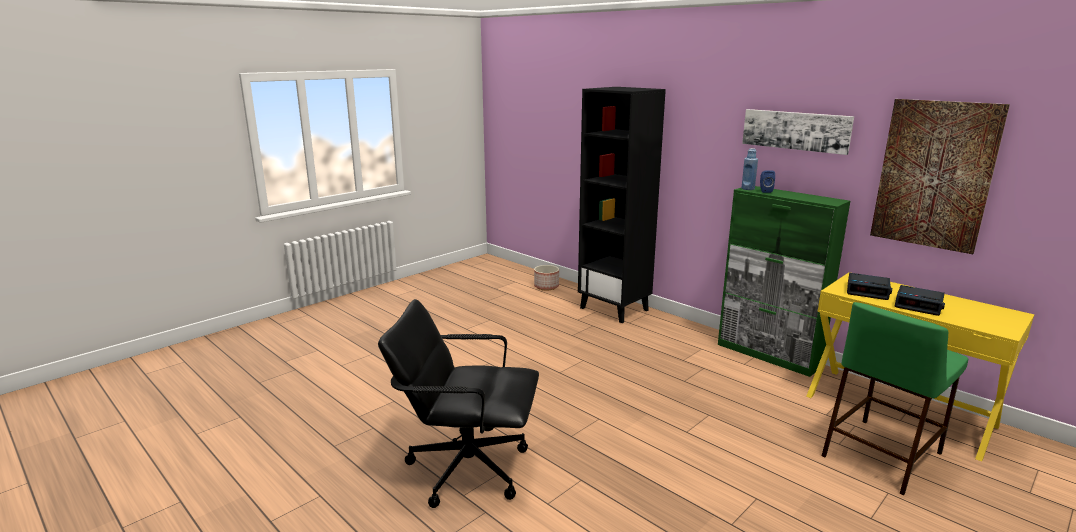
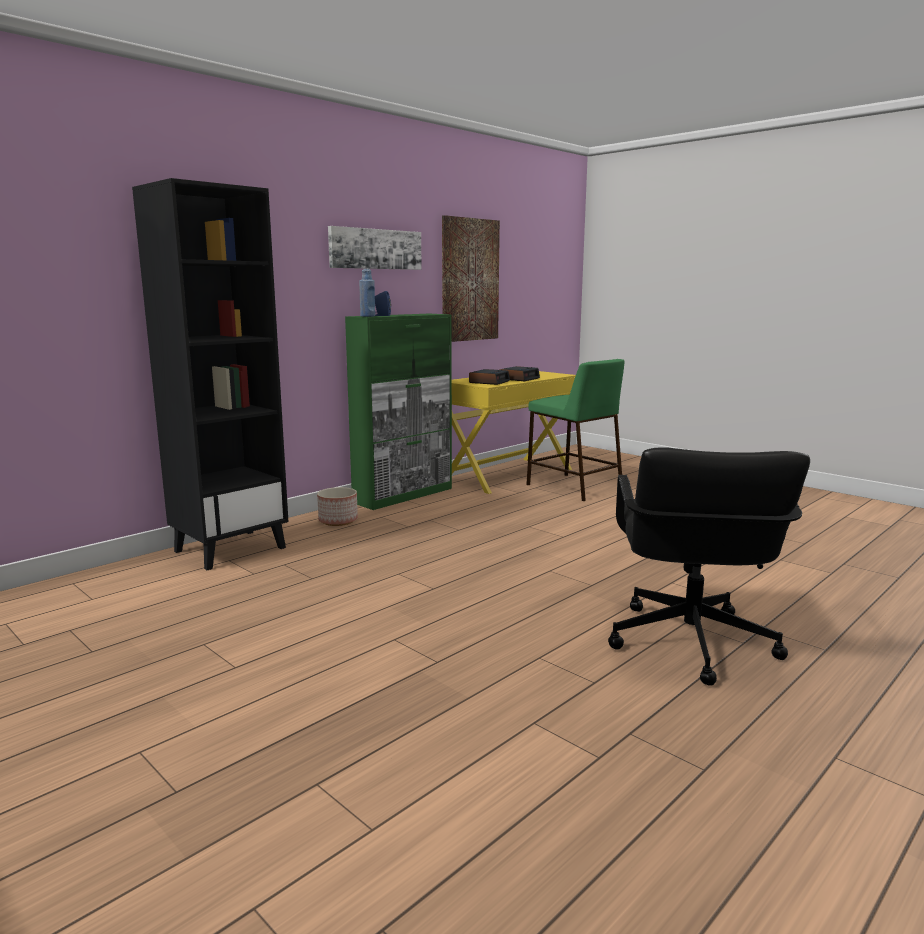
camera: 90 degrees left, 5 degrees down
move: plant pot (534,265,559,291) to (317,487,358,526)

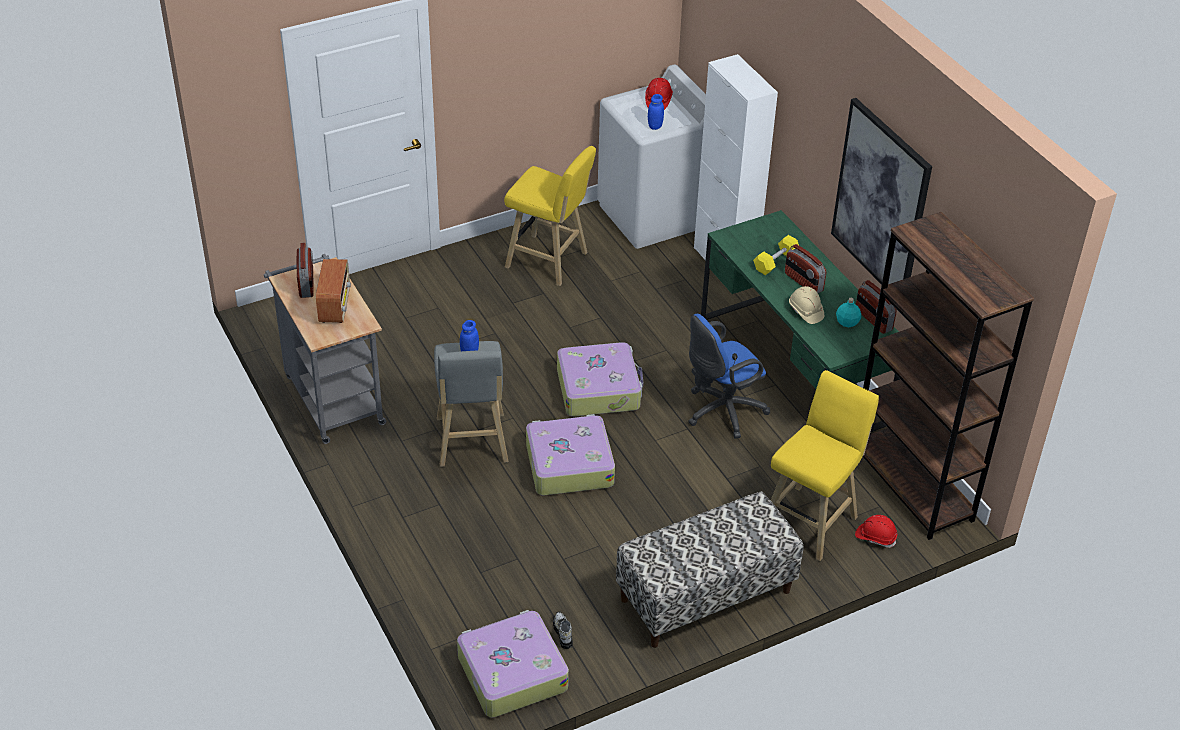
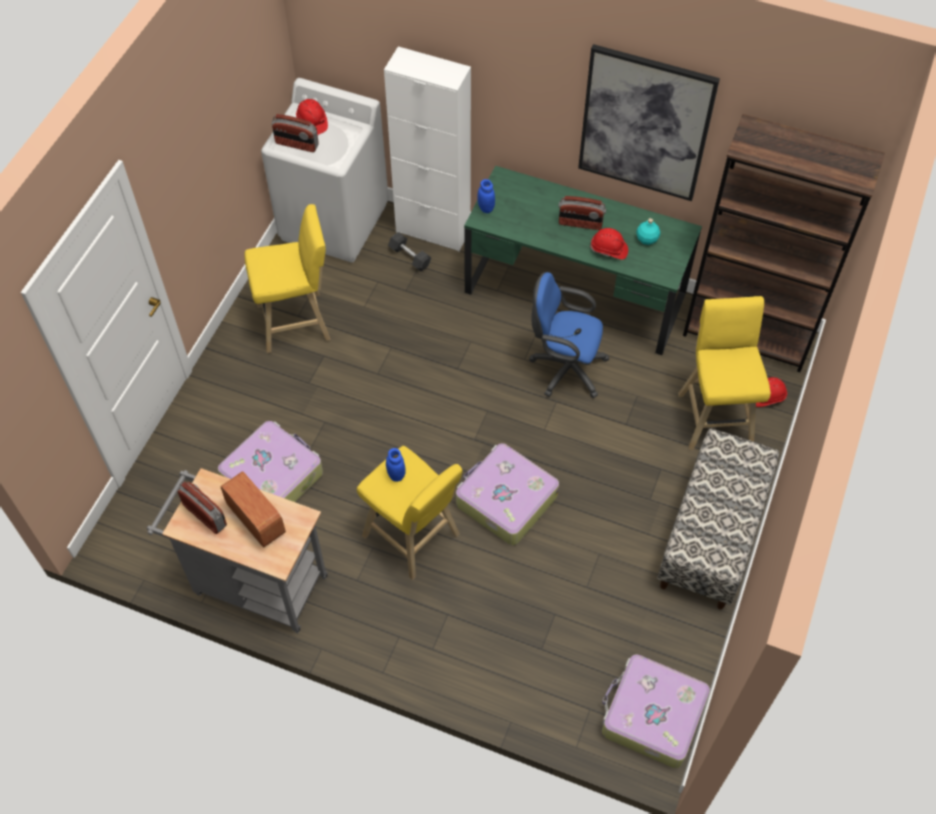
camera: 40 degrees left, 15 degrees up
delete: low shoe (553,612,573,649); free weight/yellow (753,235,799,275)
insert: free weight/greyish (388,232,431,271)
move: piece of luggage (557,342,643,416) to (218,421,323,502); preserve jar/blue (648,94,664,130) to (477,179,495,213); radio (856,280,897,334) to (272,114,319,152)
recolor: stool seat/greyish (434,341,508,467) to stool seat/yellow (357,446,463,580); work helmet/beige-coloured (789,286,824,324) to work helmet/red-coloured (590,228,628,260)
rotate: computer chair/blue (688,314,770,439) = (529,272,609,398) 90 degrees clockwise

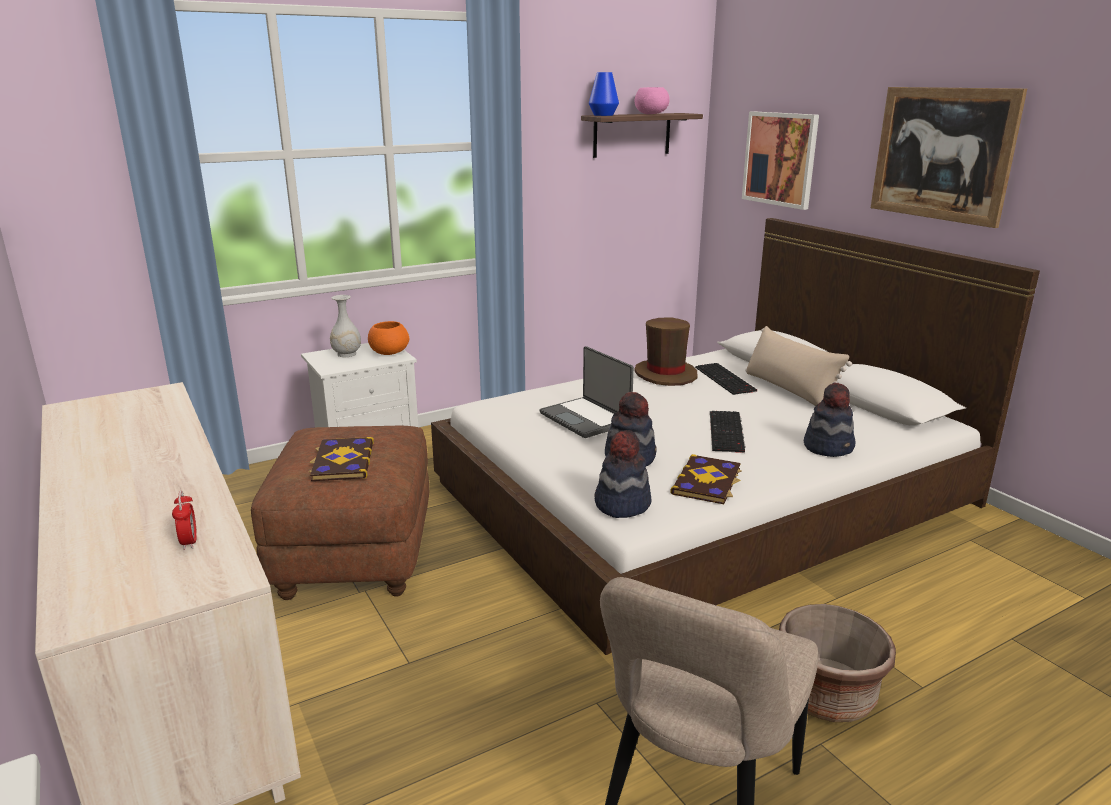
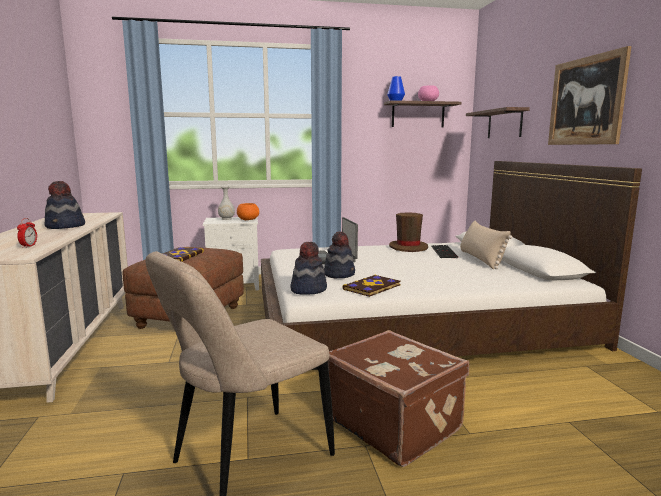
camera: 20 degrees right, 10 degrees down
delete: computer keyboard (710,411,746,453)
move: wearable hat (804,383,856,457) to (45,181,85,229)
replace: picture (742,111,819,210) to shelf (466,107,530,138); plant pot/brownish (779,604,896,722) to piece of luggage/brownish (328,330,469,467)

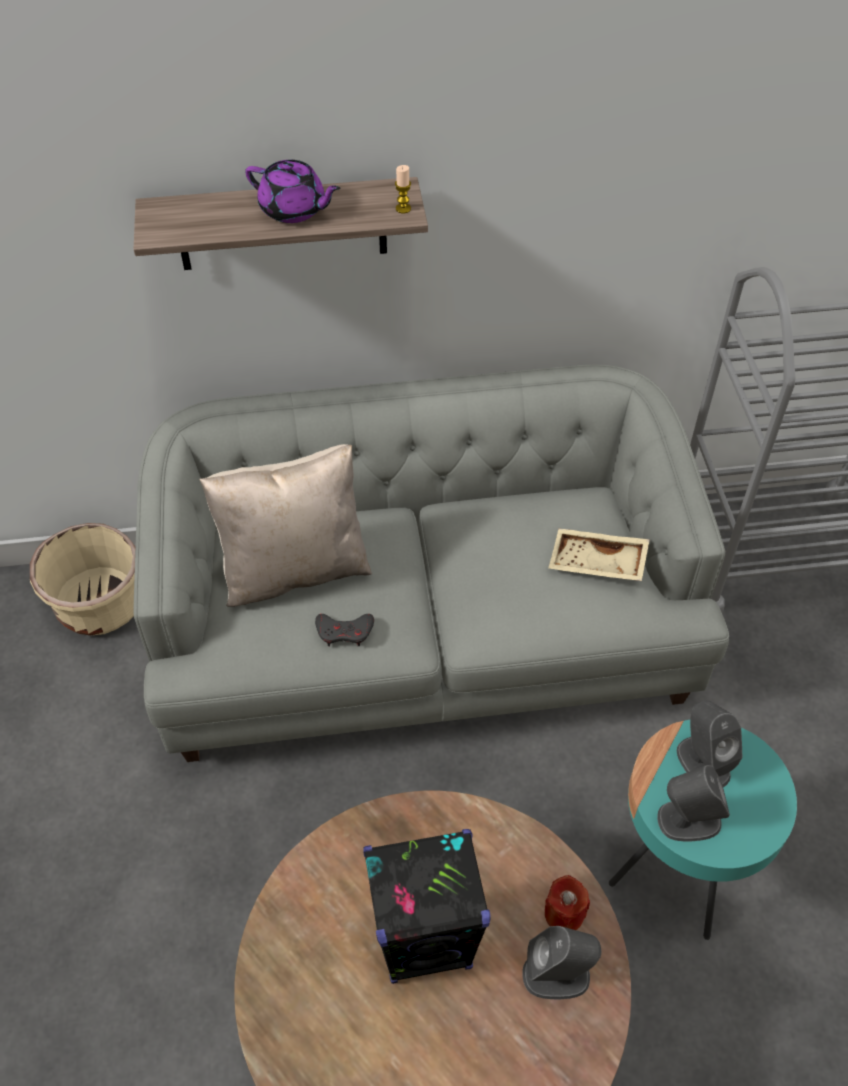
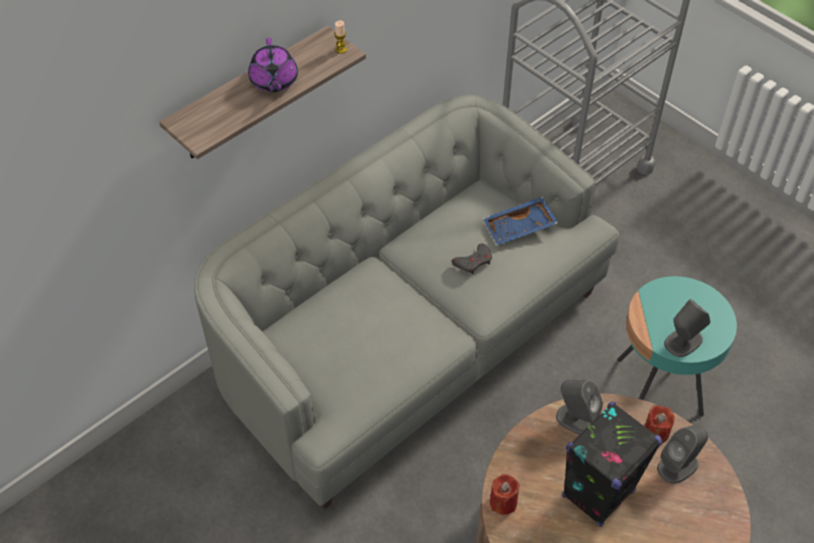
camera: 35 degrees left, 0 degrees up
delete: plant pot/beige-coloured (30,523,136,636); cushion/beige-coloured (200,444,372,607)
insert: wax candle/red-coloured (490,474,520,515)
move: joypad/greyish (315,614,374,646) to (452,243,492,274); audio speaker/greyish (677,700,742,787) to (556,380,603,435)
recolor: tray/beige-coloured (548,529,650,581) to tray/blue (483,196,558,245)
rotate: teapot/purplish (245,160,340,223) = (248,38,298,92) 90 degrees clockwise

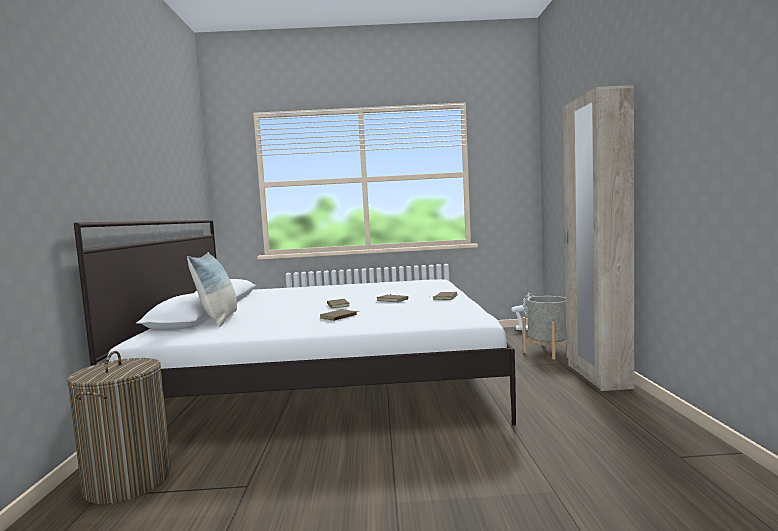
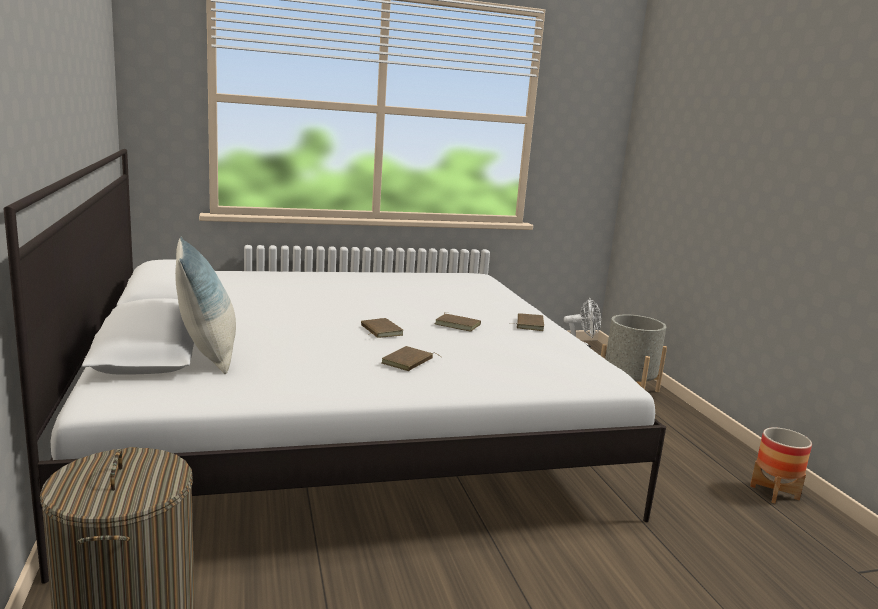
camera: 15 degrees left, 10 degrees up
delete: wardrobe/beige-coloured (563,85,634,391)
insert: plant pot (750,427,812,503)

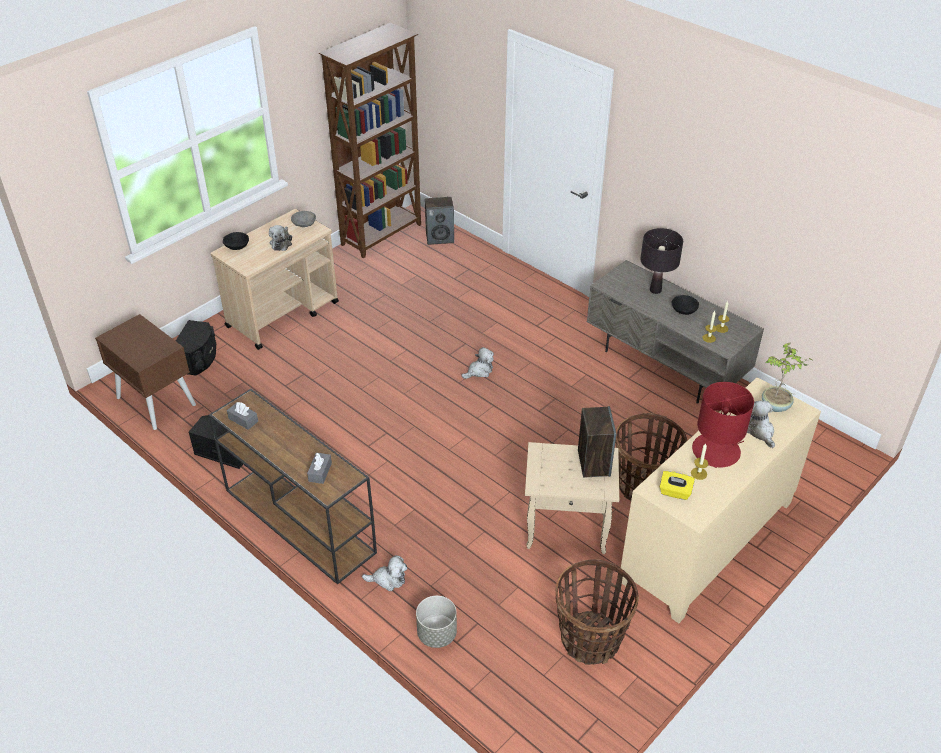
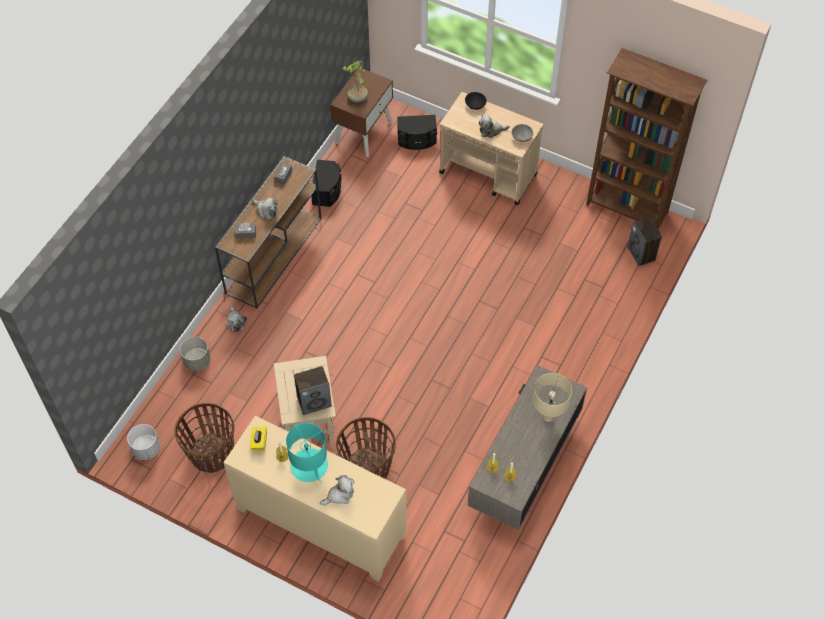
camera: 75 degrees right, 15 degrees up
delete: deep dish/blackish (672,295,699,315)
insert: plant pot/white (127,424,160,460)
move: soft toy (461,347,494,379) to (252,197,279,219); plant in a pot (762,343,812,412) to (342,60,368,102)
recolor: table lamp/blackish (640,228,683,294) to table lamp/beige-coloured (533,373,572,422); table lamp/red-coloured (692,382,754,468) to table lamp/turquoise-coloured (286,423,328,483)

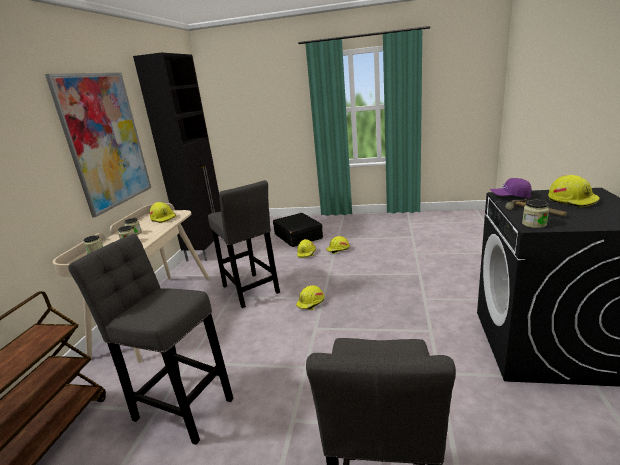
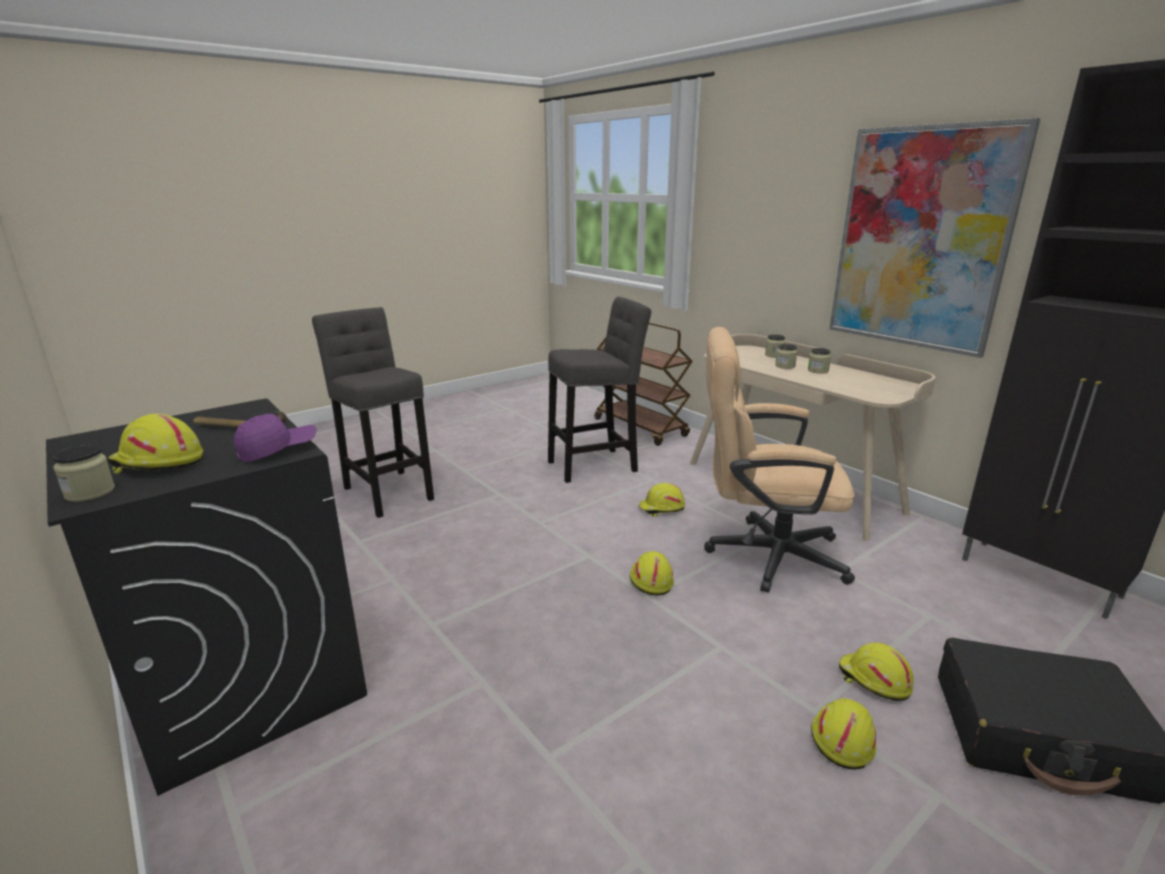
camera: 130 degrees right, 0 degrees up
move: work helmet/yellow (150,202,177,223) to (639,483,685,517); preserve jar (522,200,549,228) to (53,445,115,502)
replace: stool seat/greyish (208,180,280,308) to computer chair/beige-coloured (704,327,855,593)

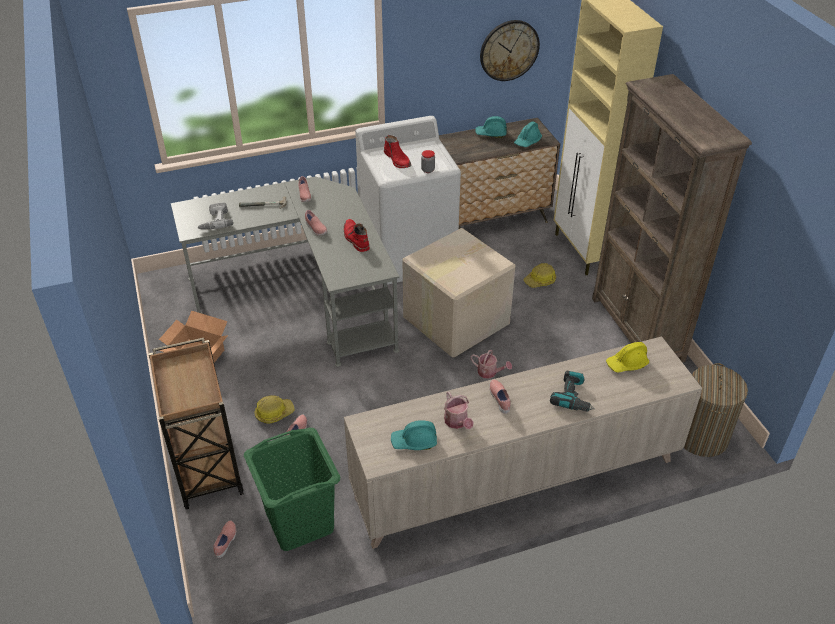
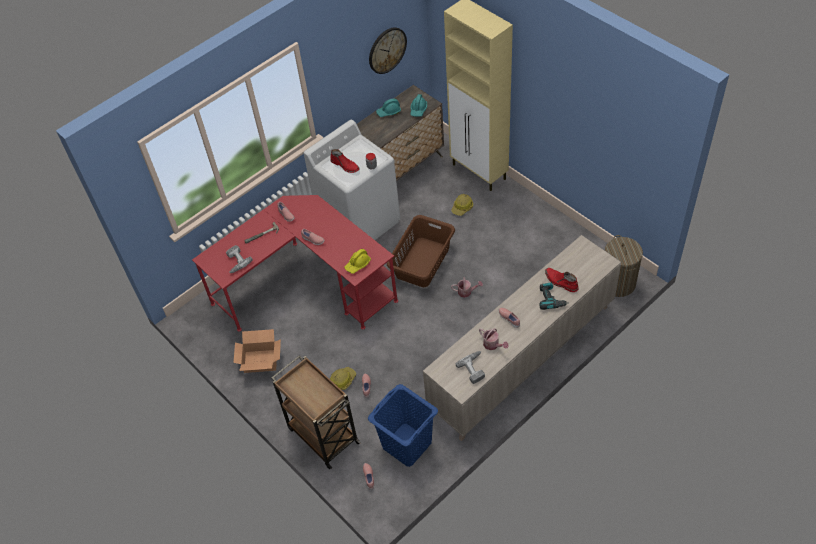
camera: 20 degrees left, 10 degrees up
delete: bookcase/brownish (592,74,752,363)
move: tall boot/red-coloured (344,219,370,252) to (545,268,579,292); work helmet/yellow (606,342,649,373) to (344,249,371,274)
replace: work helmet/turquoise-coloured (391,420,437,450) to drill (456,351,485,384); packing box (403,228,515,357) to hamper/brownish (387,215,455,287)
recolor: desk table/greyish (171,176,399,367) to desk table/red-coloured (192,195,398,331); hamper/greenish (244,428,340,551) to hamper/blue (368,384,438,467)

